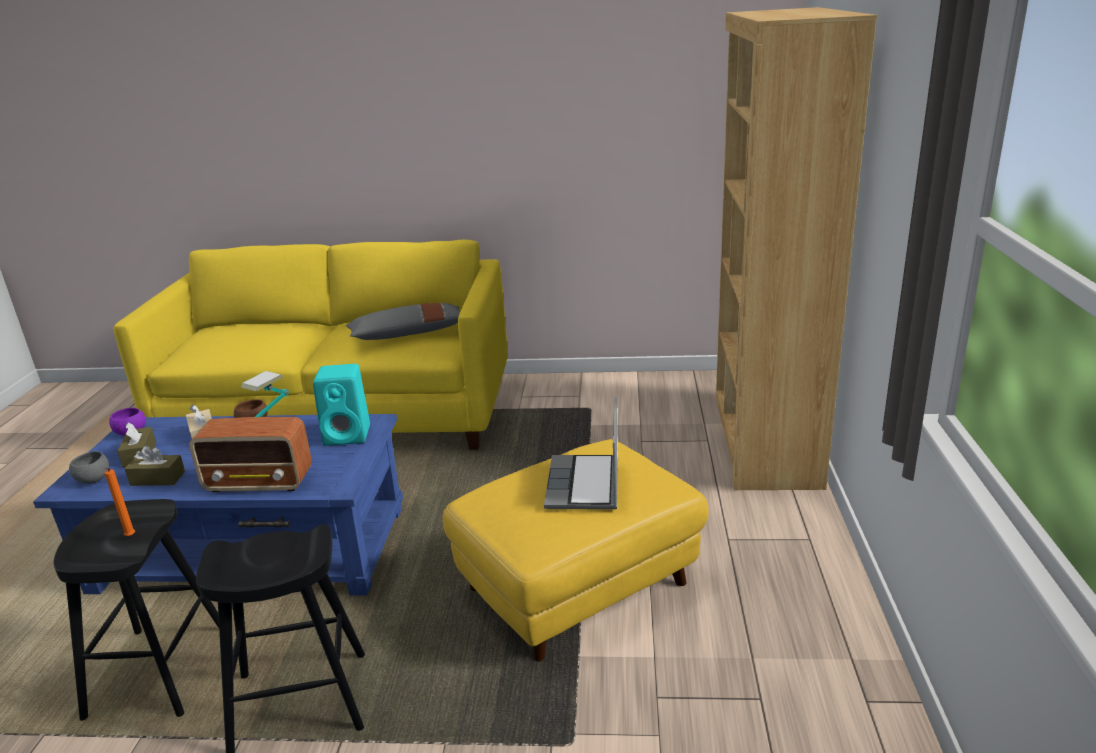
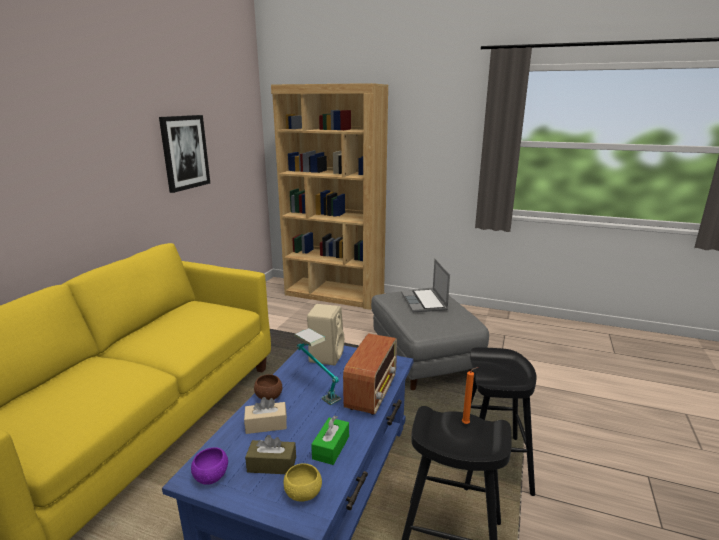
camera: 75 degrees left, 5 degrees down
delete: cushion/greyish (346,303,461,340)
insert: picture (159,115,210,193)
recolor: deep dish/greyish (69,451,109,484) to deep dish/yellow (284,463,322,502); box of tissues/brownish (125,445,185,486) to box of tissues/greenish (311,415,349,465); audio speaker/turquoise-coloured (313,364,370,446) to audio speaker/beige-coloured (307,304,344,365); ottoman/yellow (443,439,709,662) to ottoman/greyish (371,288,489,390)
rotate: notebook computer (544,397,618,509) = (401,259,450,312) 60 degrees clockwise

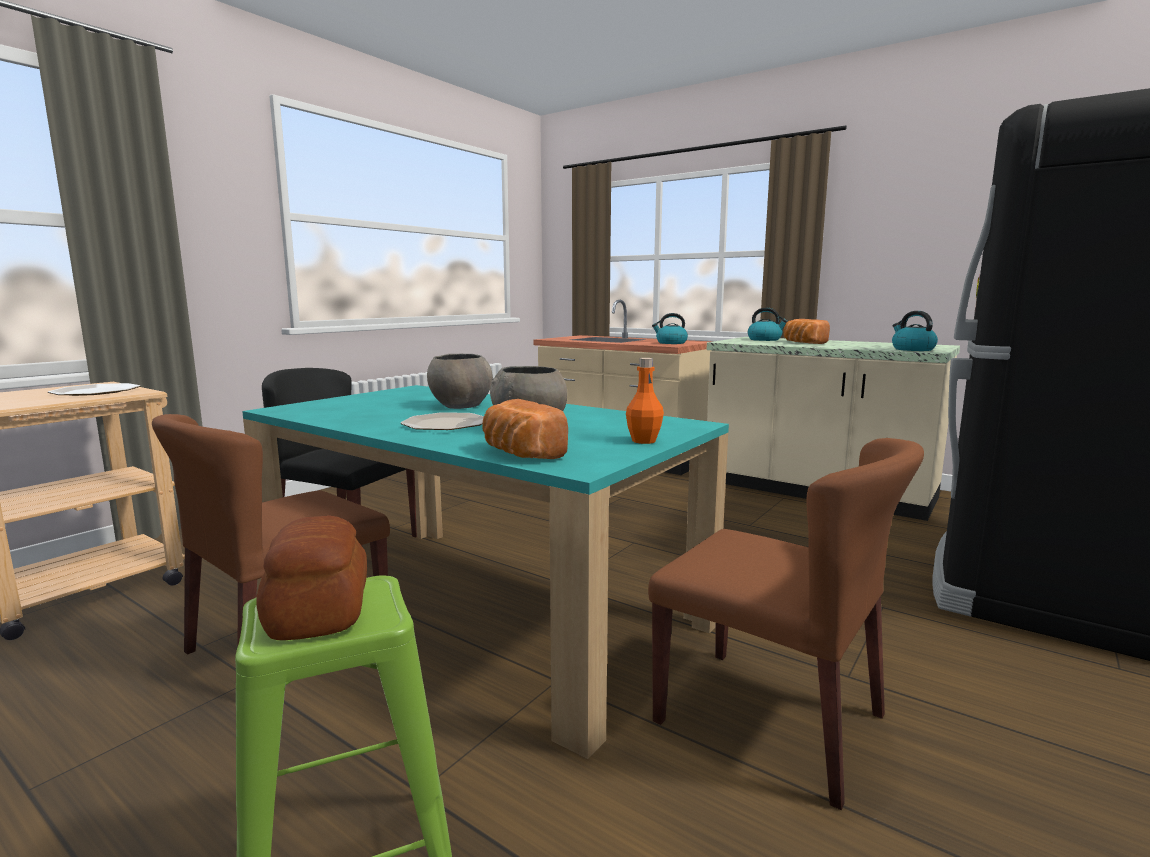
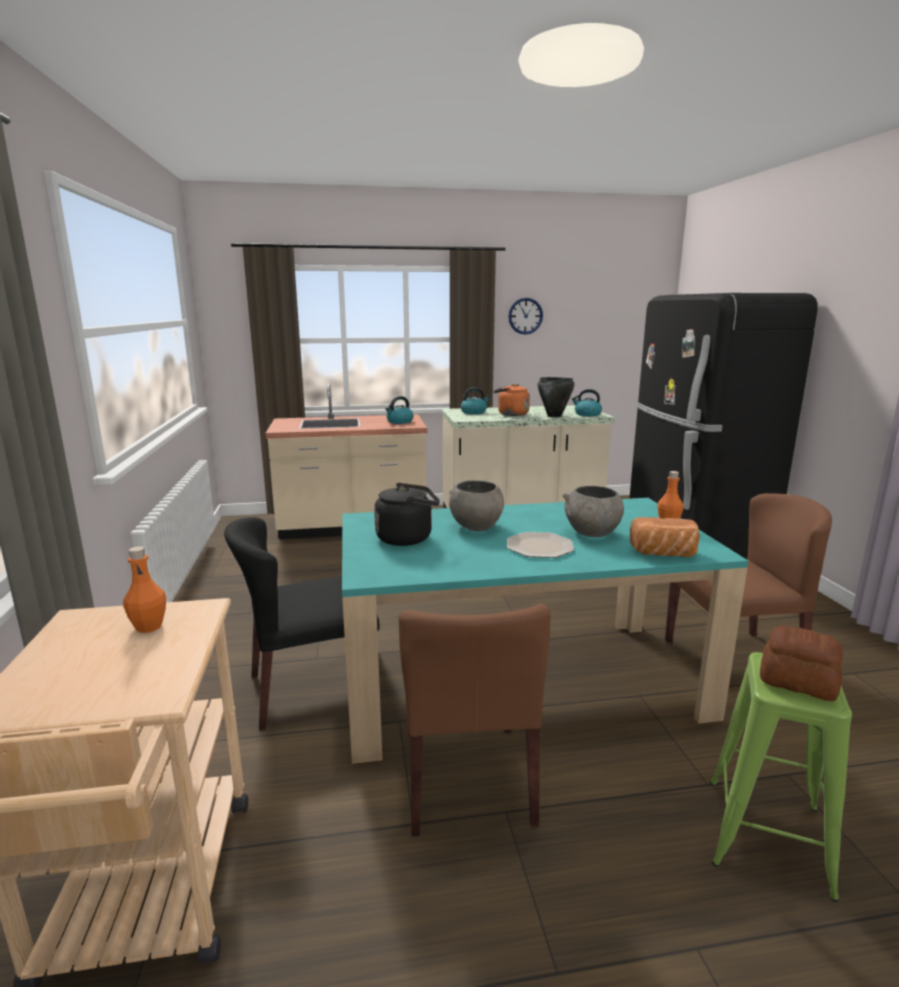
camera: 45 degrees left, 5 degrees up
insert: water kettle/blackish (374,483,440,546); wall clock (508,298,543,335); cooking pot/blackish (538,377,575,417)
replace: plate (48,383,141,396) to bottle/orangey (123,546,166,633); baked bread (783,319,830,344) to water kettle/orangey (494,384,530,416)

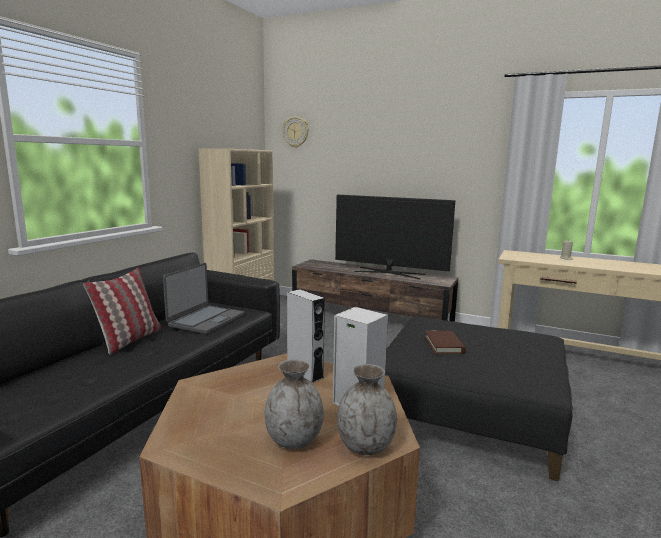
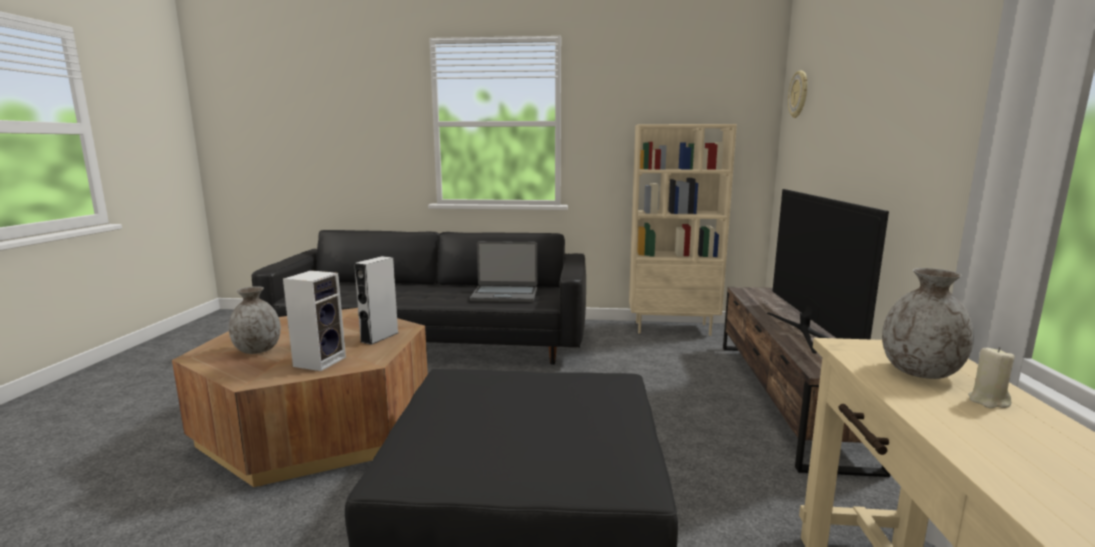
camera: 70 degrees right, 0 degrees up
delete: cushion (83,268,162,355); book/brownish (425,331,466,354)
move: flower vase/greyish (337,364,397,455) to (882,268,974,379)

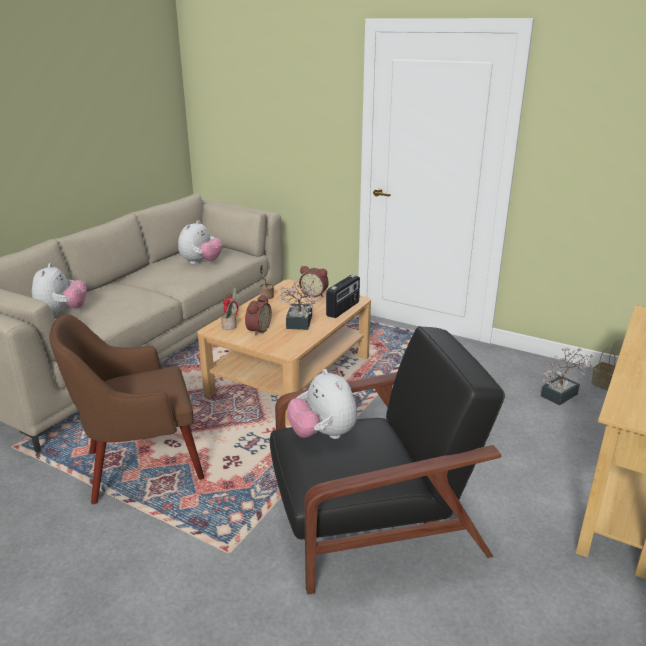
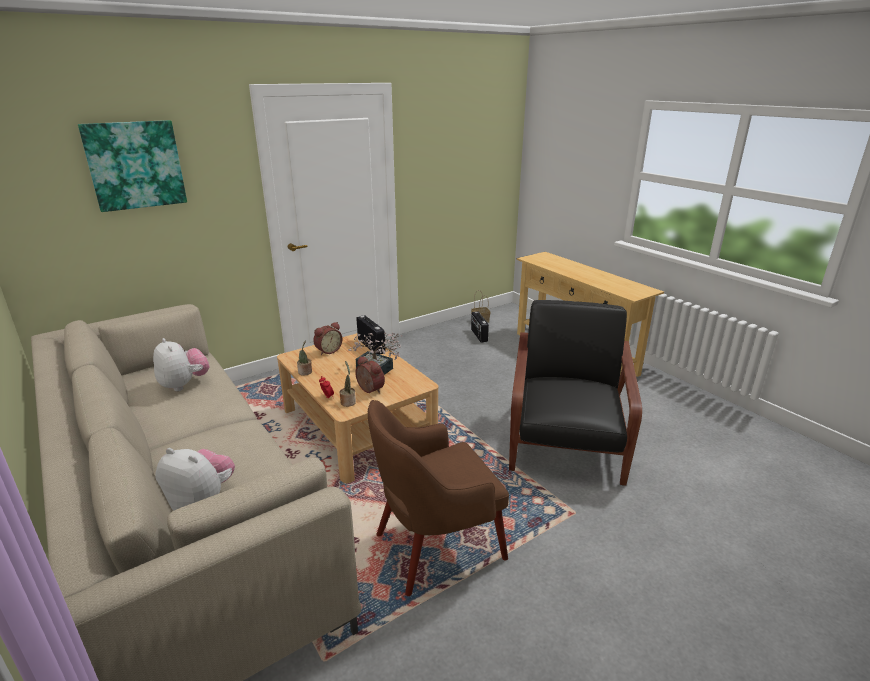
camera: 65 degrees left, 0 degrees up
delete: soft toy (287,369,357,439)
insert: picture (78,120,187,212)
replace: plant in a pot (541,348,593,405) to radio (471,312,489,343)
rotate: armchair/brownish (49,314,205,504) = (368,400,509,596) 60 degrees clockwise

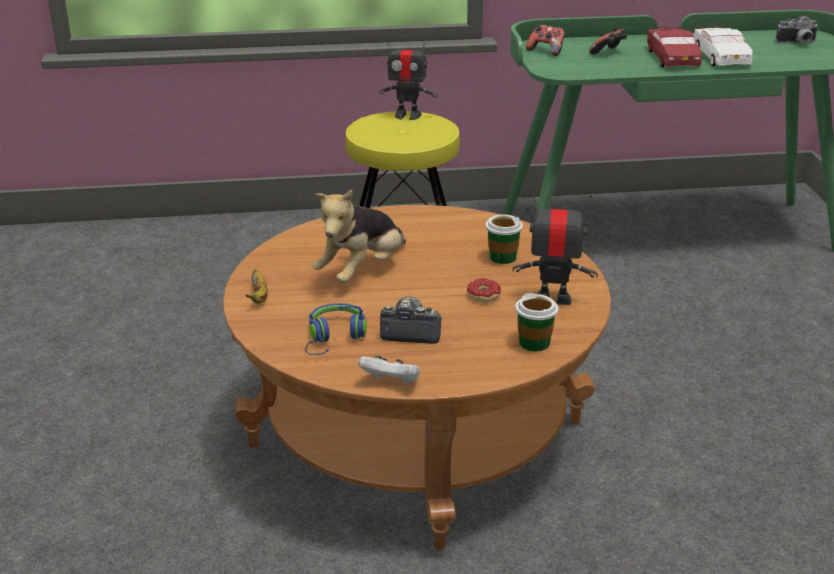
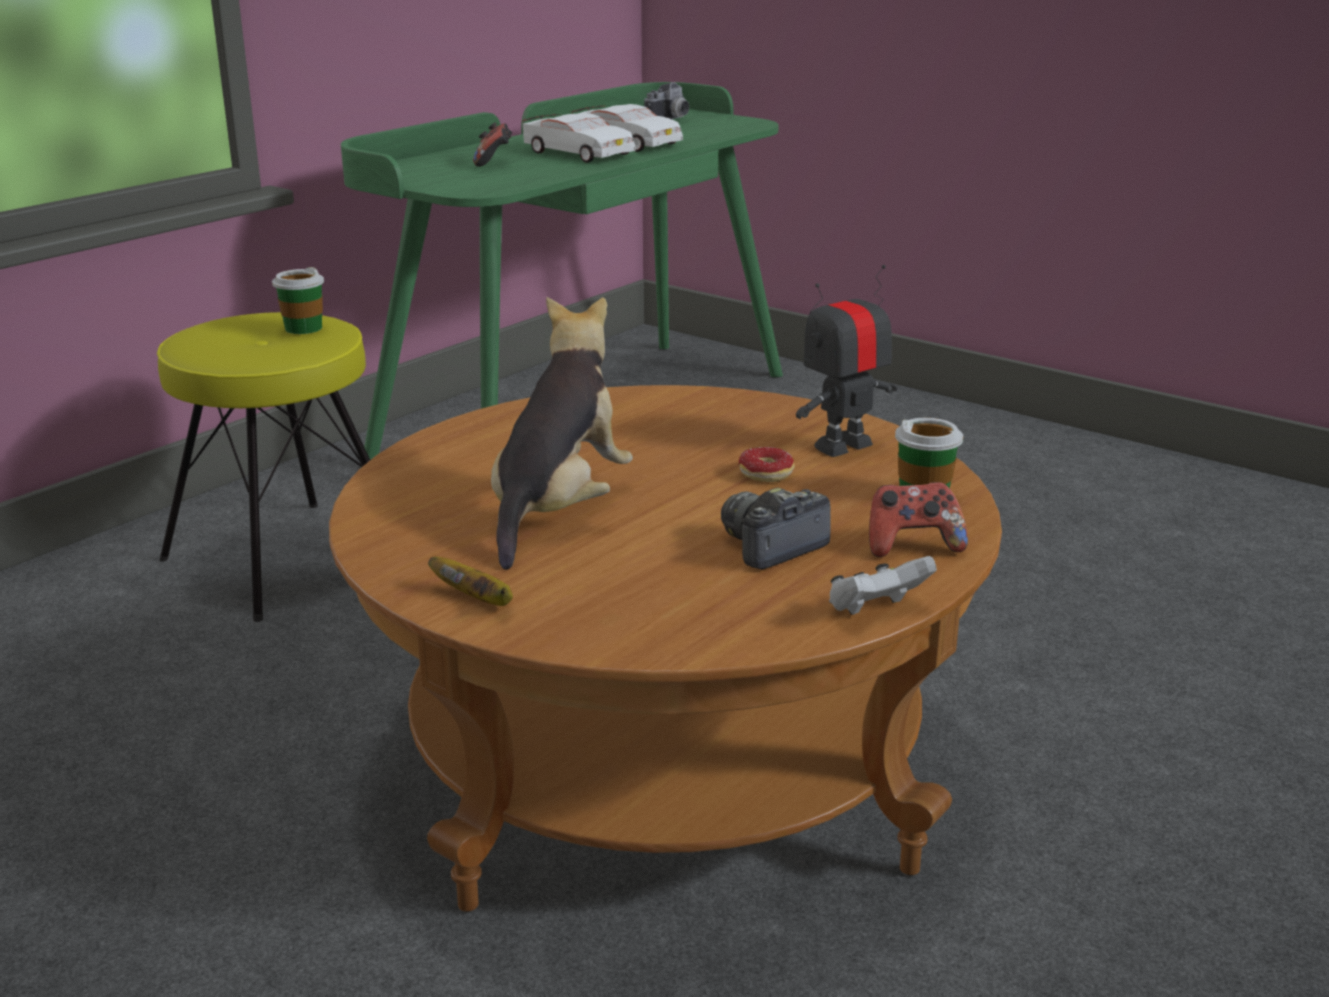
camera: 45 degrees left, 5 degrees down
delete: pair of headphones/blue (305,303,367,355); robot figure (378,34,438,120)
move: cup (485,214,523,264) to (272,267,324,334); joypad (526,25,565,56) to (869,482,968,557)
recolor: toy car/red-coloured (647,26,702,67) to toy car/white (523,113,636,163)
rotate: soft toy (312,190,406,283) = (491,297,633,570) 150 degrees counterclockwise

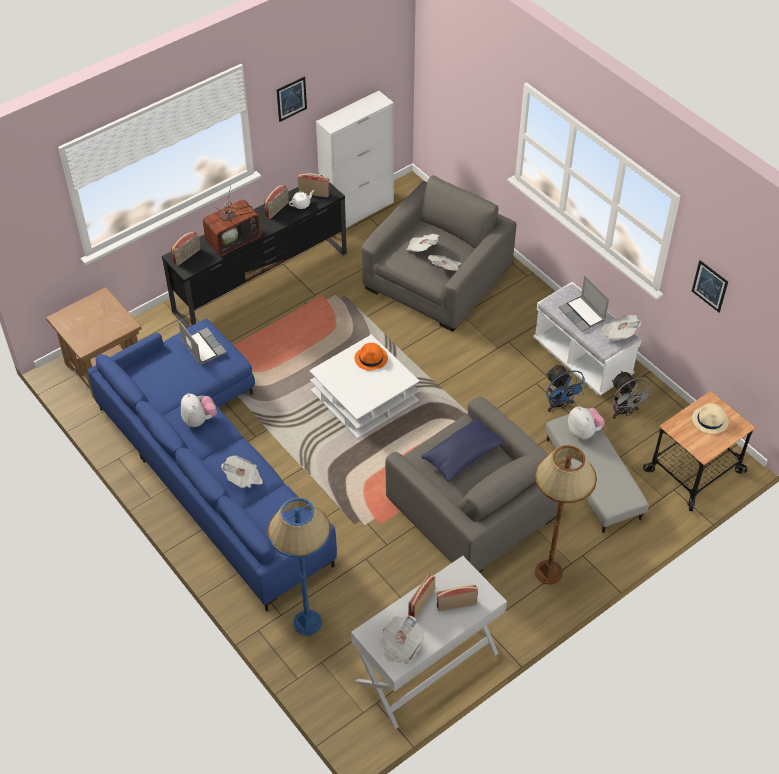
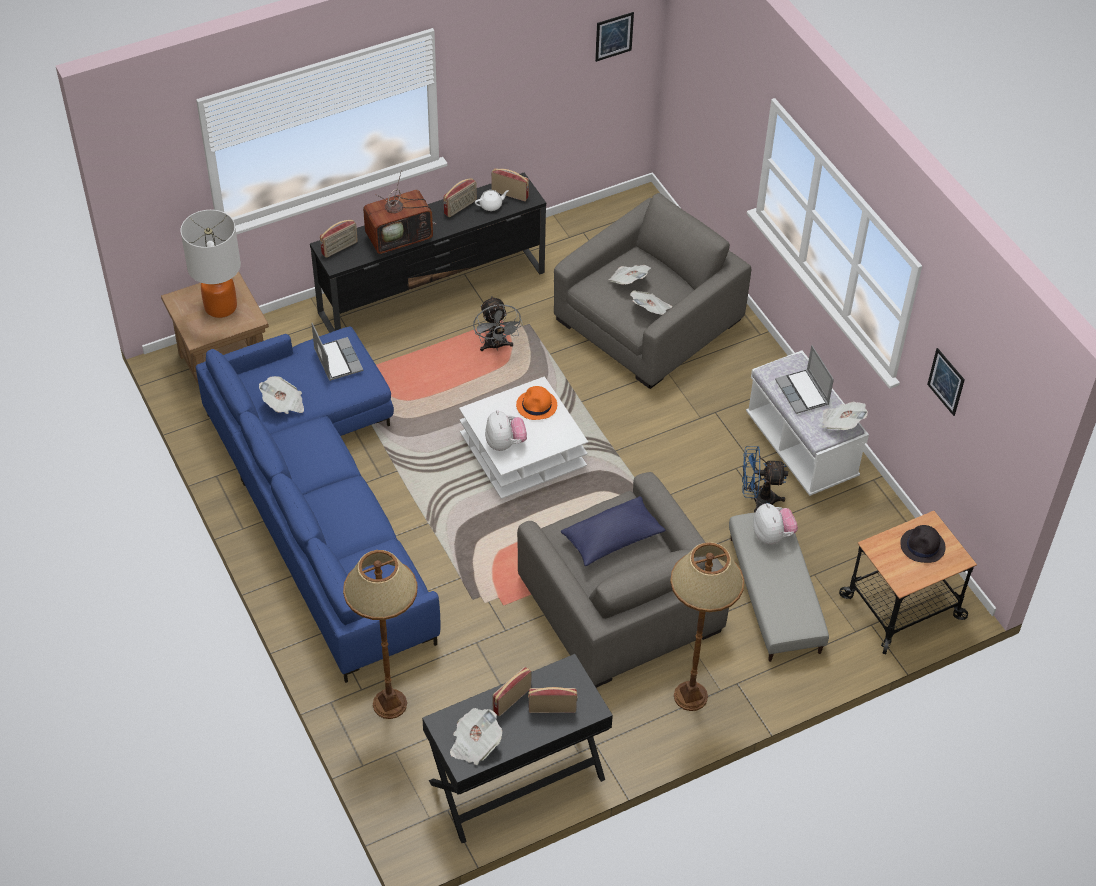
camera: 10 degrees right, 0 degrees up
delete: cabinet/white (316,91,394,228)
insert: table lamp (181,210,241,318)
move: soft toy (181,393,217,427) to (485,410,527,451); printed paper (221,456,263,488) to (259,376,304,414); picture (276,76,307,122) to (595,12,634,62); fan/greyish (612,371,654,419) to (473,296,523,351)
recolor: floor lamp/blue (268,497,331,636) to floor lamp/brownish (343,550,418,719); console table/white (351,556,507,729) to console table/blackish (422,654,613,843); wearable hat/beige-coloured (692,403,729,433) to wearable hat/blackish (900,525,946,563)
rotate: fan/blue (546,364,588,412) = (742,446,788,512) 105 degrees clockwise

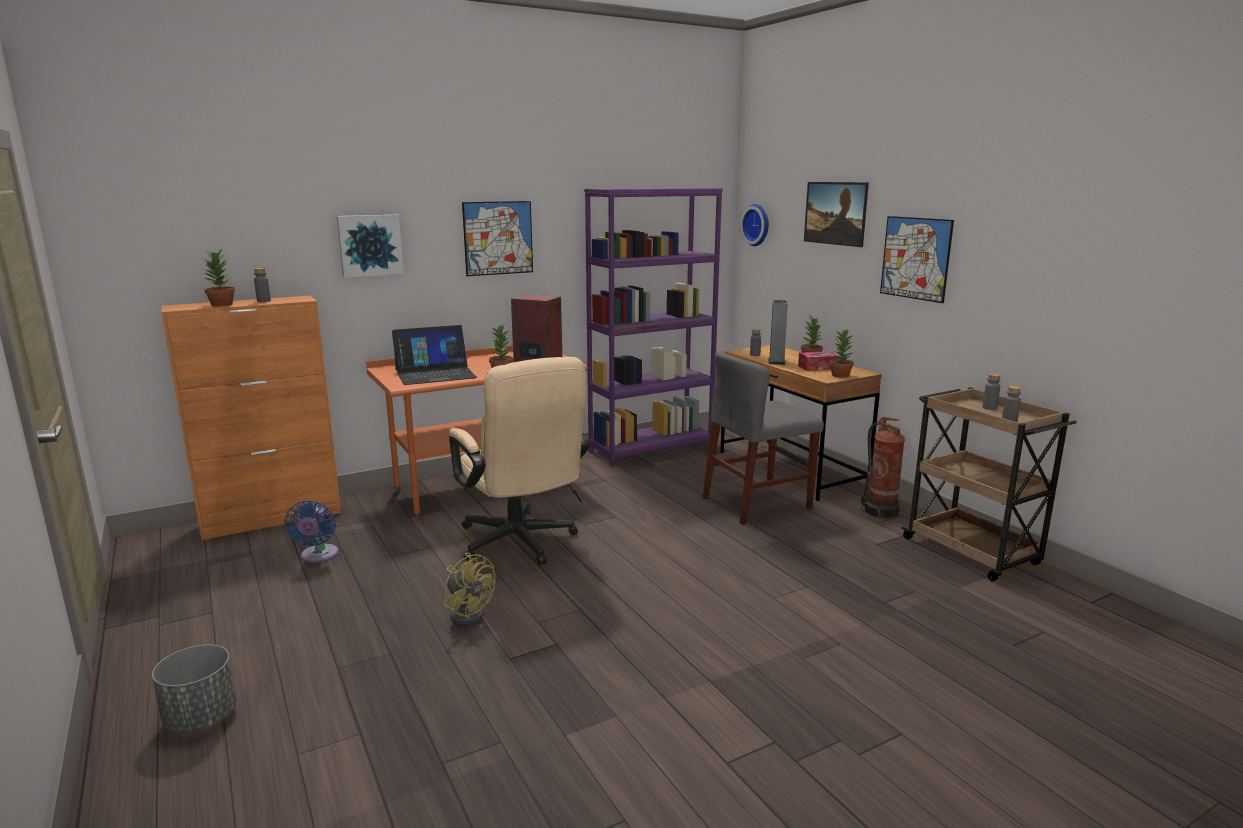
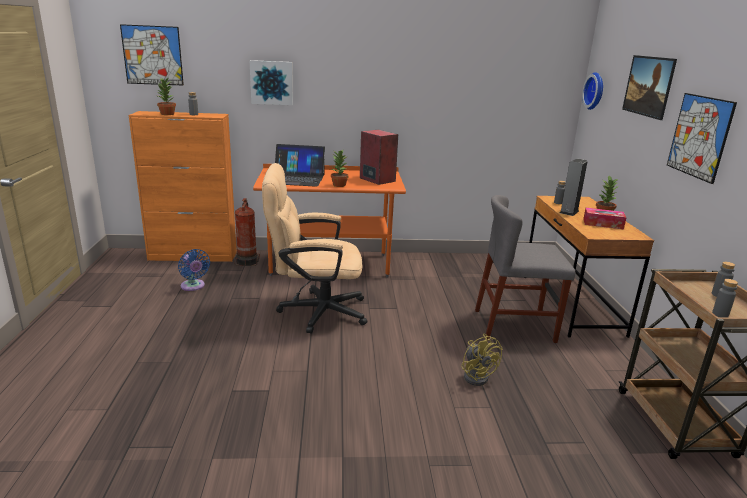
camera: 25 degrees right, 5 degrees up
delete: plant pot/greyish (152,645,237,733); bookcase/purplish (584,188,723,467); plant in a pot (829,329,854,378)
move: fan/yellow (444,552,495,626) to (461,333,502,386); picture (462,201,533,276) to (120,24,184,85); fire-fighting cylinder (861,417,905,520) to (234,198,260,266)
rotate: fan/blue (284,500,338,563) = (178,249,210,291) 60 degrees counterclockwise; computer chair/beige-coloured (449,357,590,565) = (262,163,367,334) 90 degrees clockwise

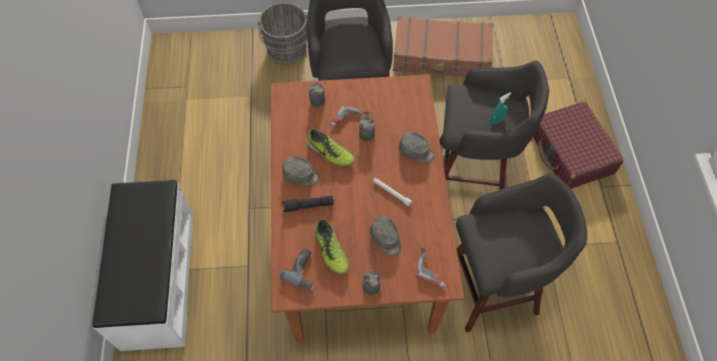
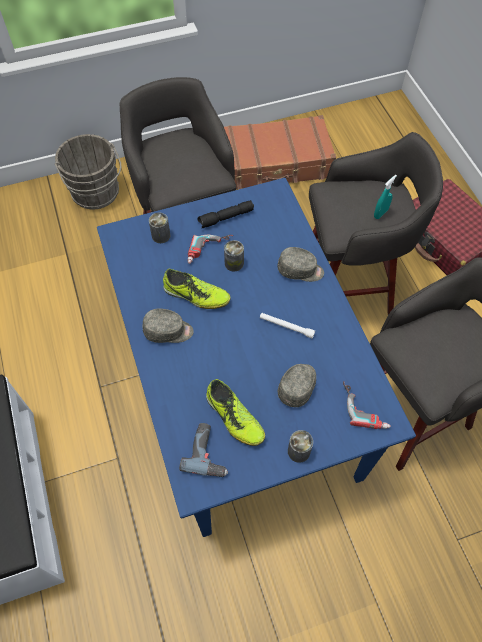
camera: 15 degrees left, 0 degrees up
move: hand torch/blackish (282,196,334,212) to (197,200,254,228)
recolor: dinner table/brownish (271,75,464,342) to dinner table/blue (97,178,416,537)
rotate: baseball cap/greyish (370,216,401,257) = (278,364,316,407) 105 degrees counterclockwise

